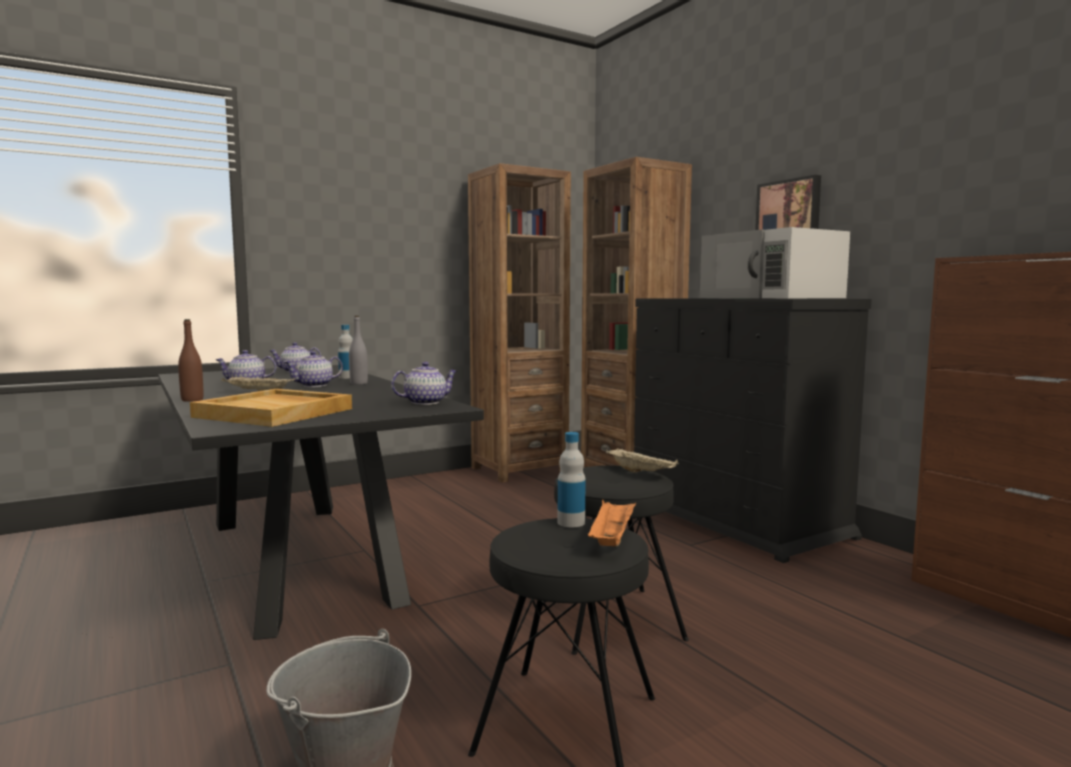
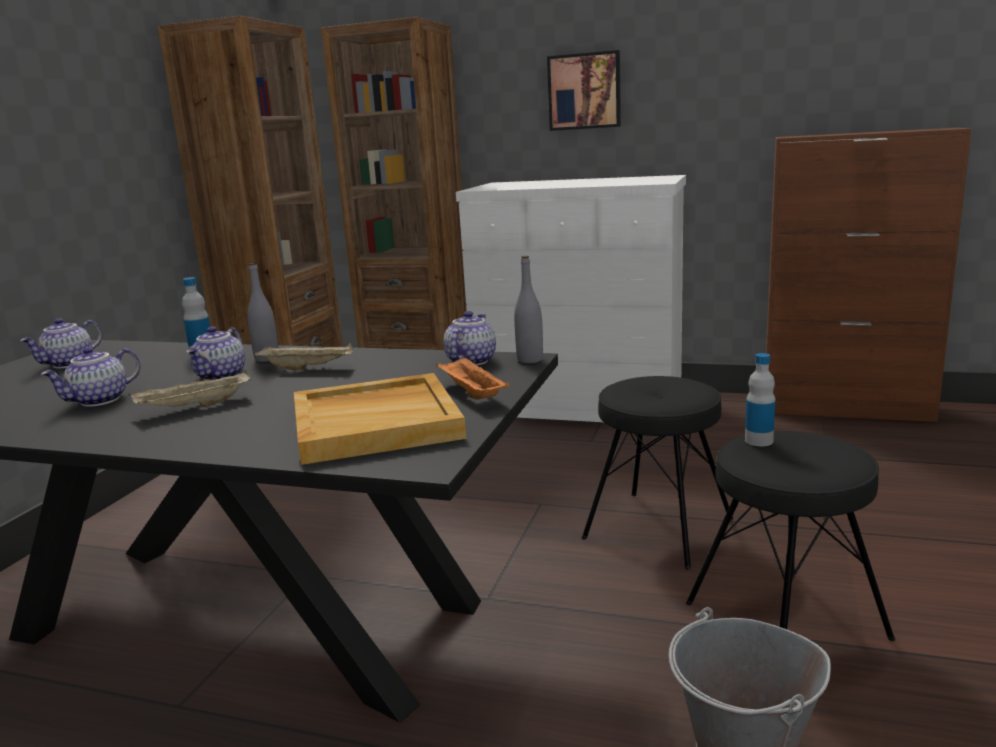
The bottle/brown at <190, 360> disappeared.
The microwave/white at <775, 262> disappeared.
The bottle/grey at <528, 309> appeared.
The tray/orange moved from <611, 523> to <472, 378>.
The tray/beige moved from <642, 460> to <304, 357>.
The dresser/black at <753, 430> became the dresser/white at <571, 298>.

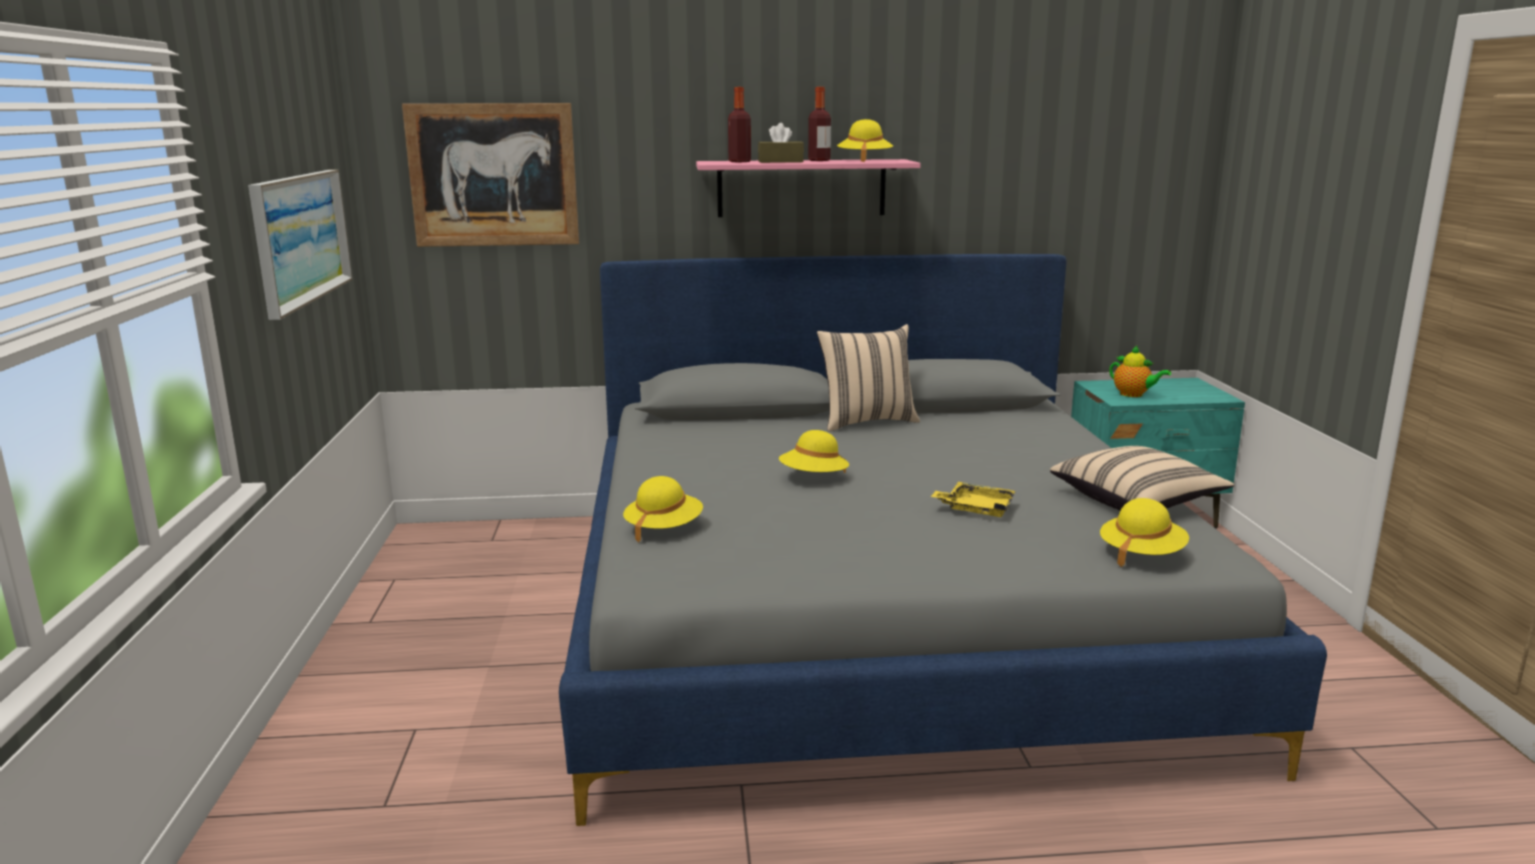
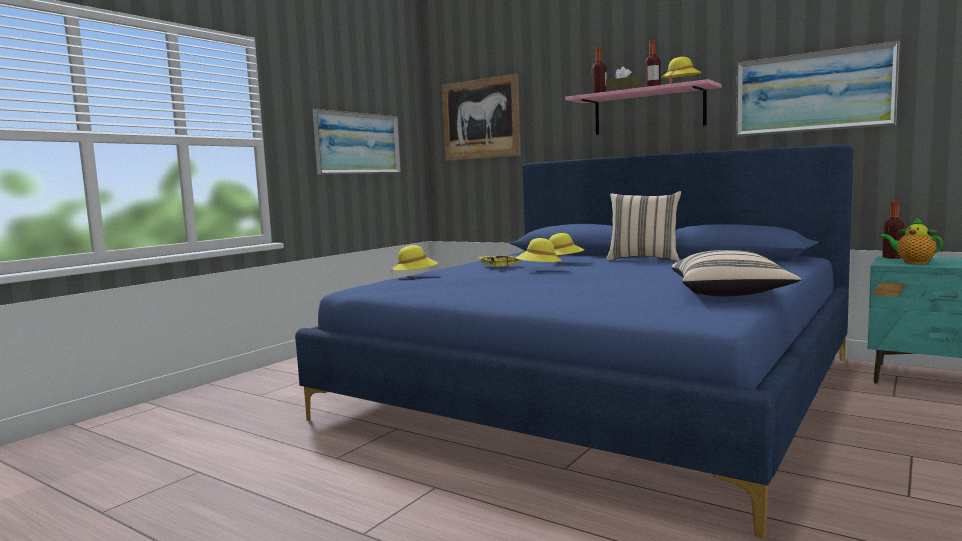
The picture at <818, 88> appeared.
The bottle at <893, 230> appeared.
The tray/yellow moved from <973, 499> to <499, 261>.
The hat/yellow moved from <1144, 532> to <563, 248>.
The bed/grey at <943, 540> became the bed/blue at <574, 341>.
The teapot at <1140, 371> turned 150 degrees clockwise.

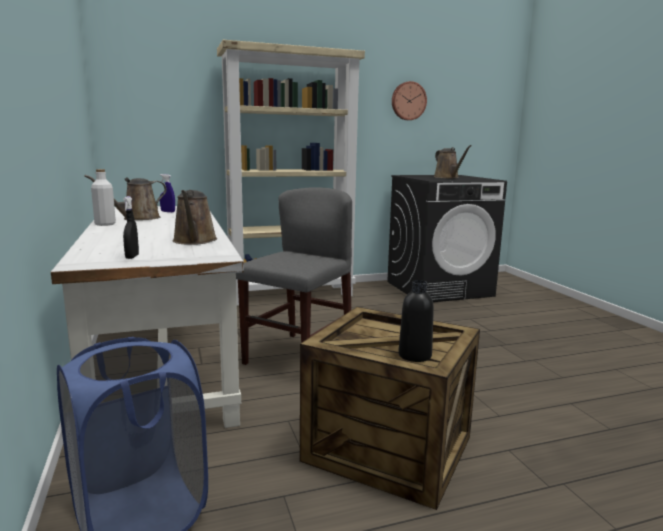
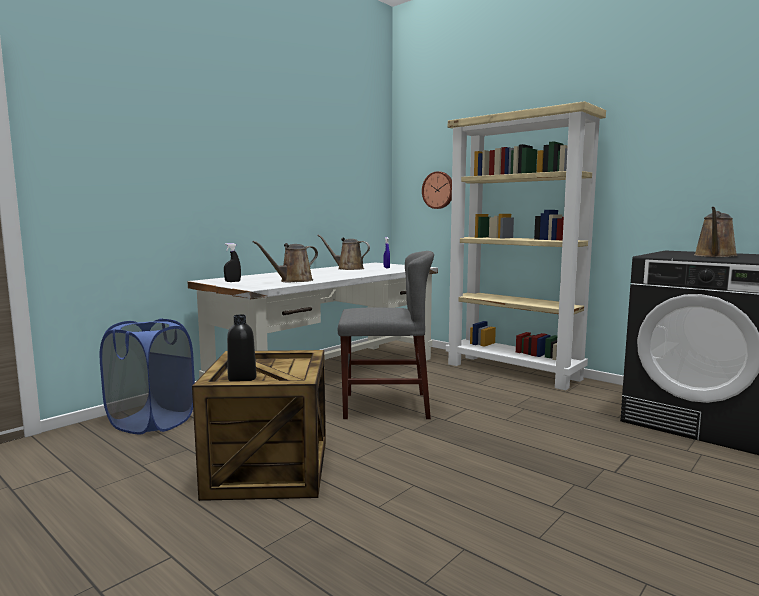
The bottle/white at <103, 197> disappeared.
The wall clock moved from <409, 100> to <437, 190>.

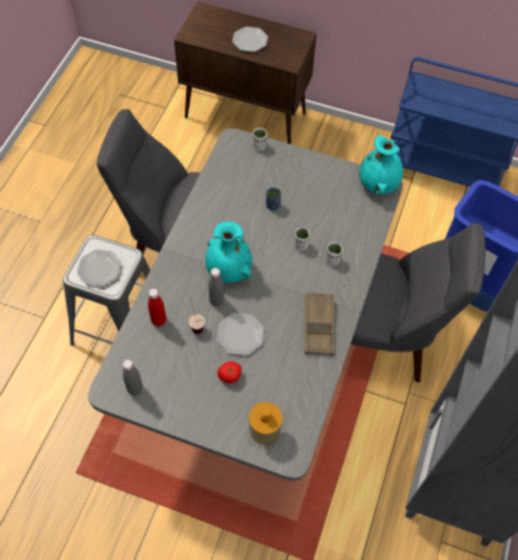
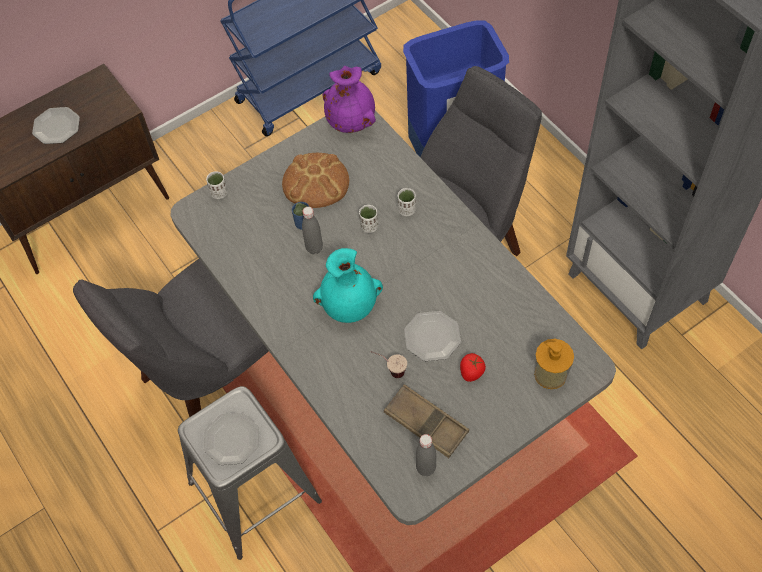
The bottle/red at <157, 307> disappeared.
The bread at <315, 180> appeared.
The bottle/grey moved from <216, 287> to <312, 230>.
The tray/brown moved from <319, 324> to <426, 421>.
The vase/turquoise at <381, 165> became the vase/purple at <349, 99>.

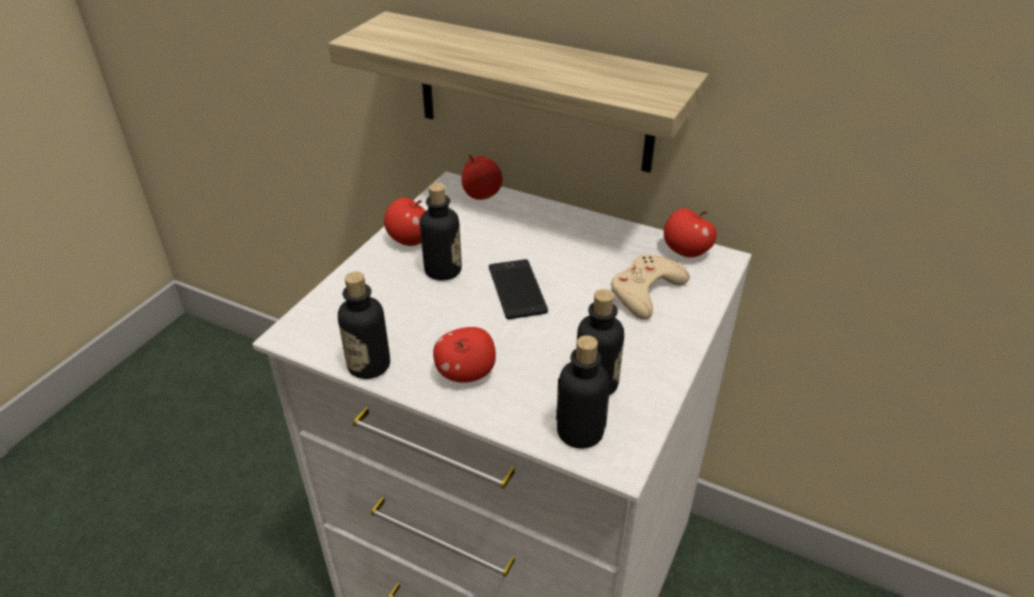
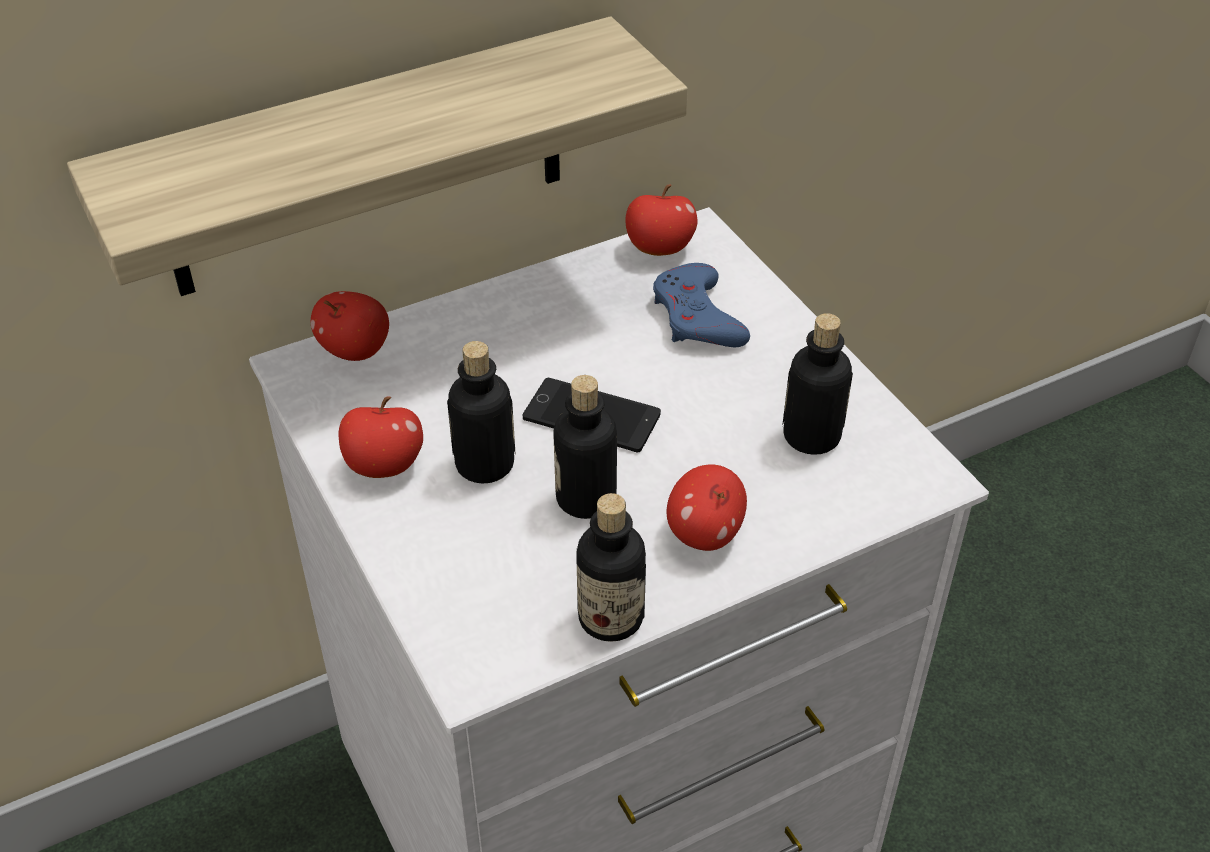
The bottle moved from <583, 392> to <585, 447>.
The game controller/beige at <650, 287> became the game controller/blue at <701, 305>.

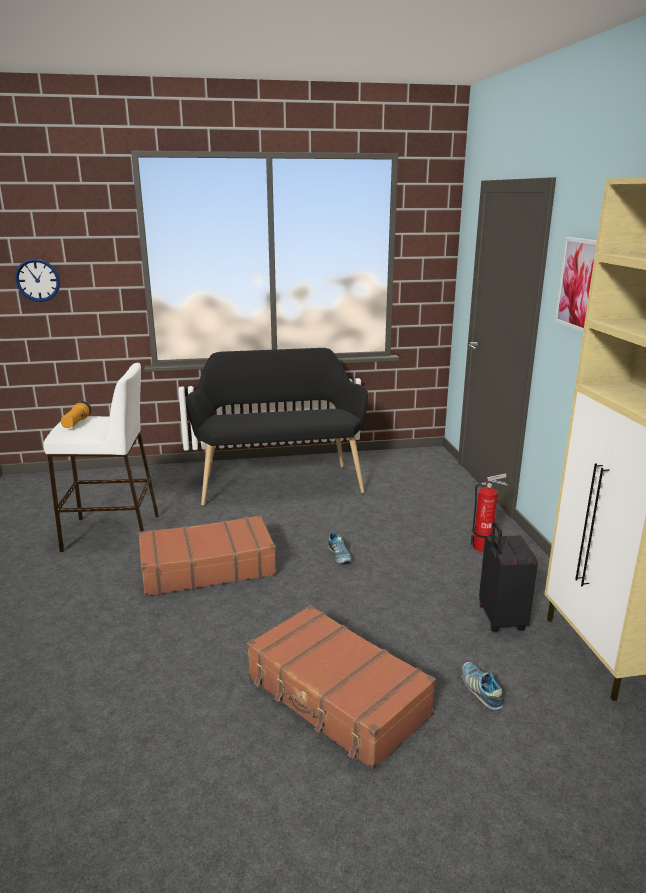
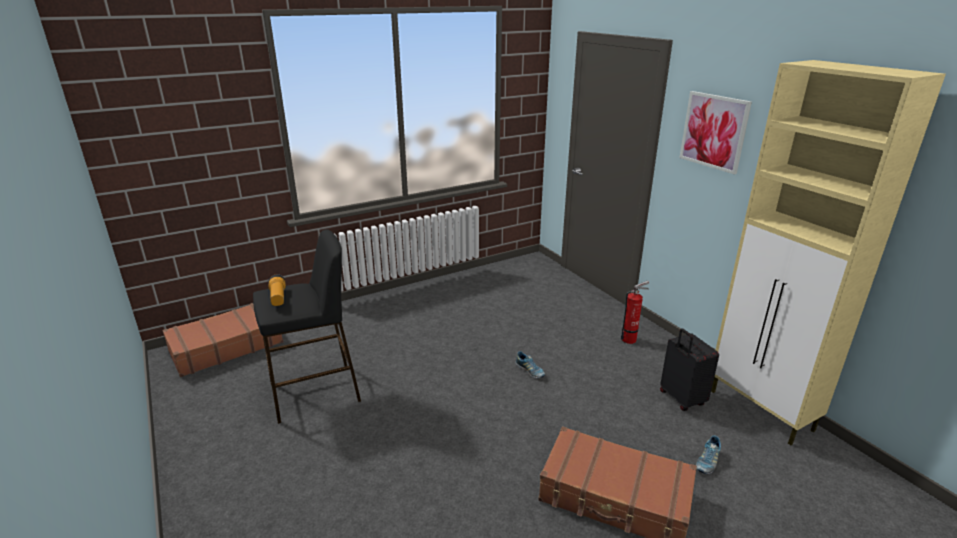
The wall clock at <37, 280> disappeared.
The bench/black at <276, 427> disappeared.
The suitcase/brown moved from <208, 555> to <223, 340>.
The stool/white at <101, 457> became the stool/black at <307, 326>.
The shoe at <482, 686> turned 105 degrees counterclockwise.

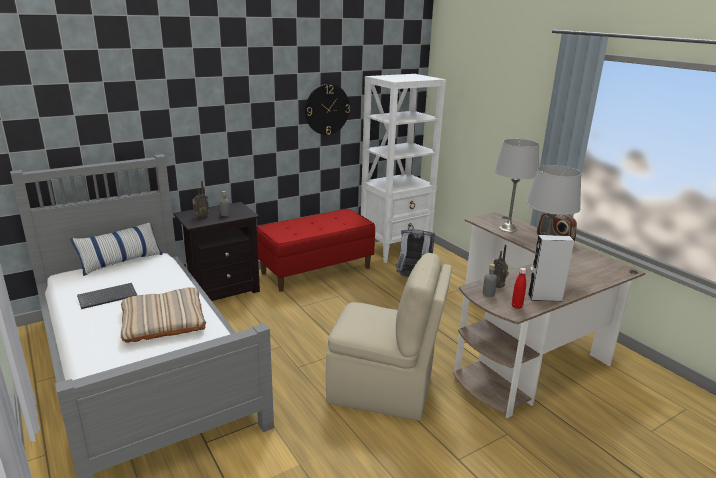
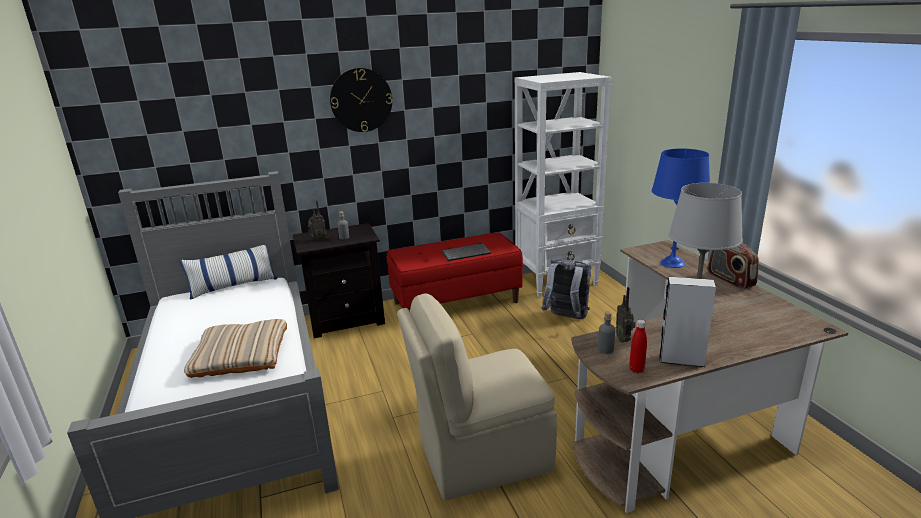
The keyboard moved from <107, 296> to <466, 252>.
The wall clock moved from <327, 109> to <361, 100>.
The table lamp/grey at <517, 185> became the table lamp/blue at <681, 208>.
The chair/beige at <389, 337> turned 135 degrees clockwise.

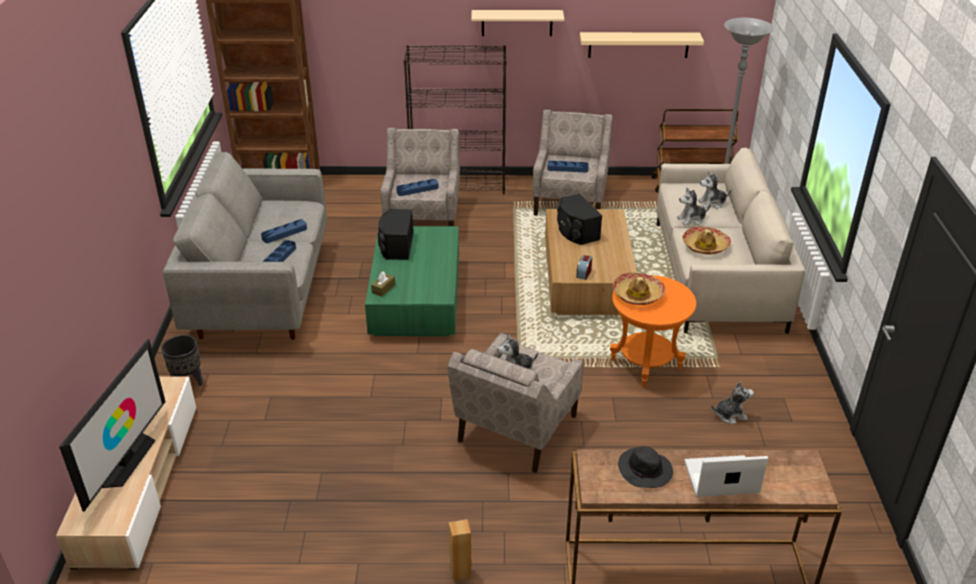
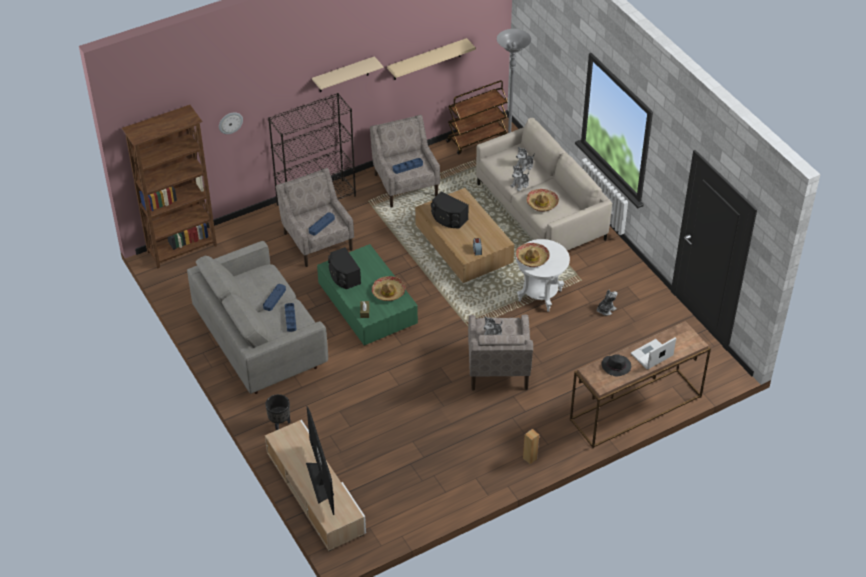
The wall clock at <231, 123> appeared.
The hat at <389, 288> appeared.
The side table/orange at <653, 331> became the side table/white at <543, 275>.

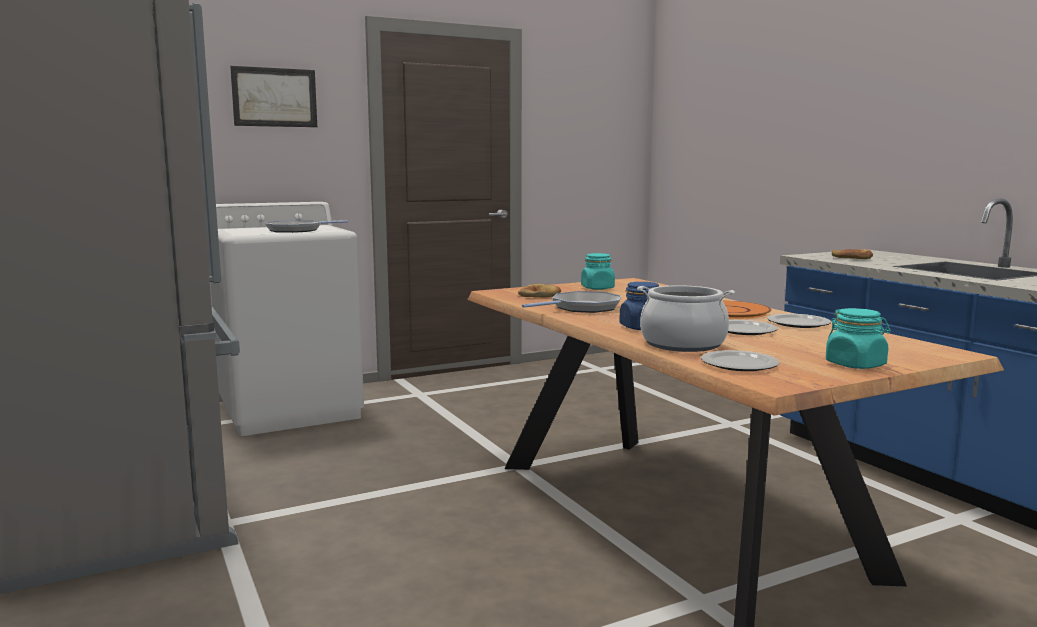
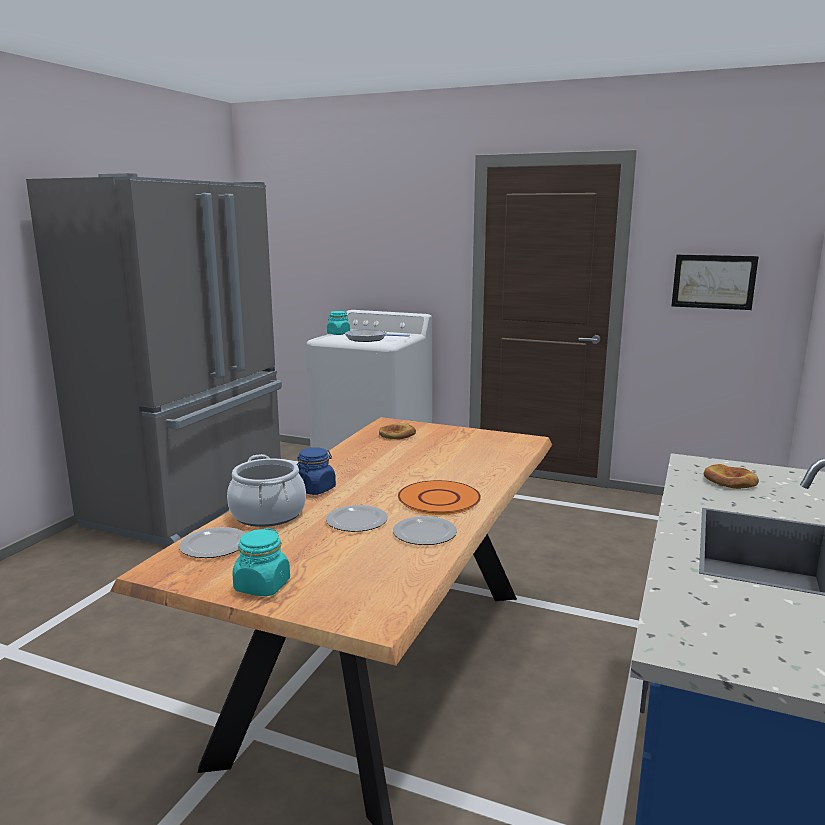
The frying pan at <571, 302> disappeared.
The picture moved from <273, 96> to <715, 282>.
The jar/turquoise moved from <598, 271> to <338, 323>.

